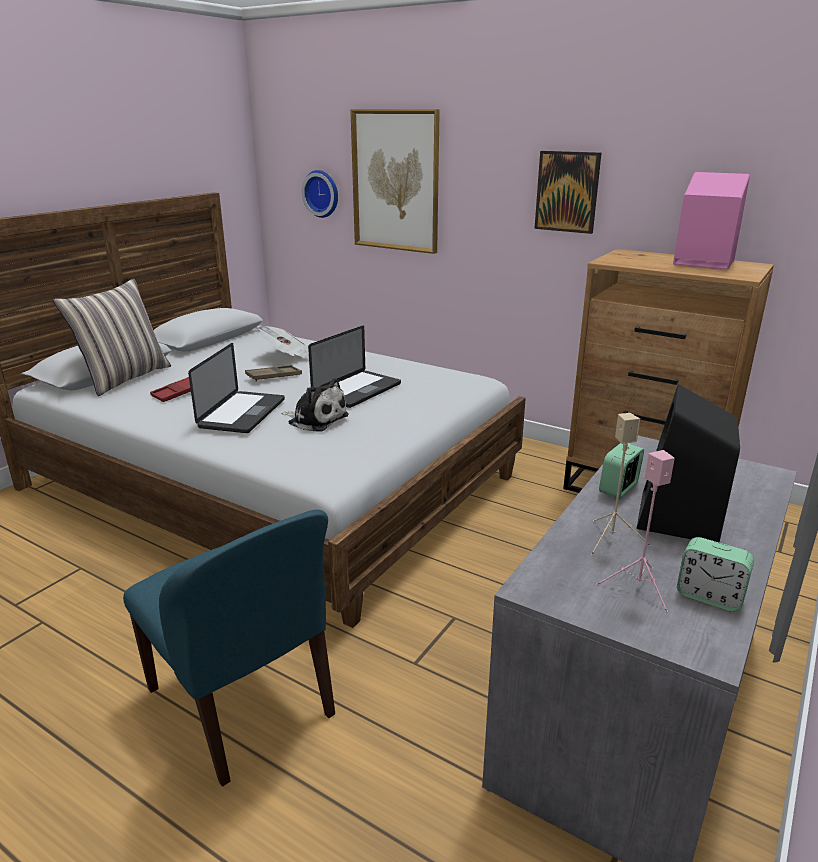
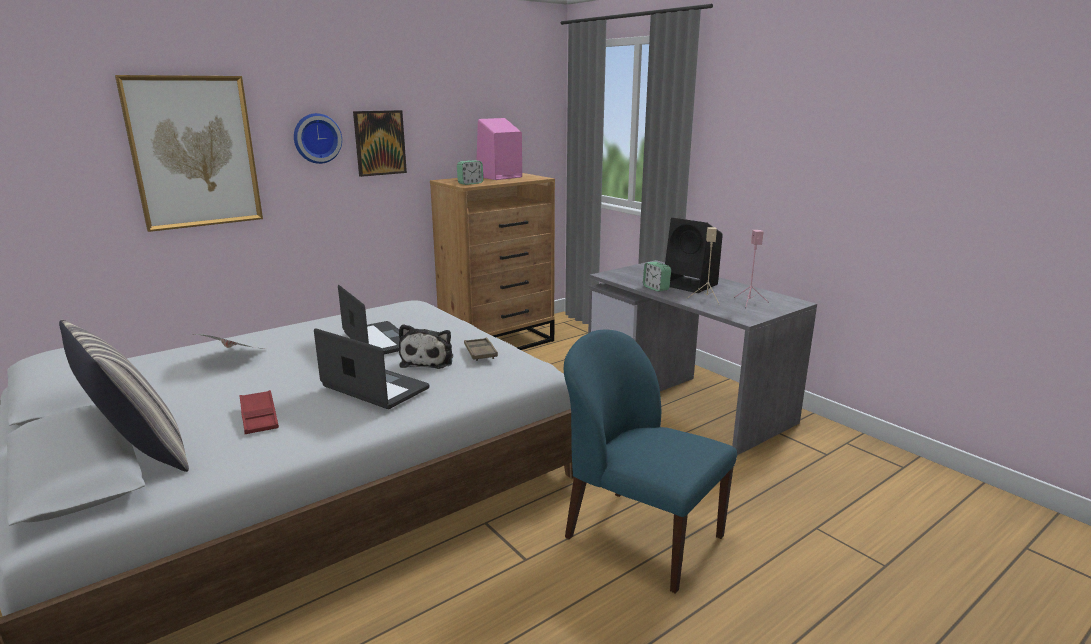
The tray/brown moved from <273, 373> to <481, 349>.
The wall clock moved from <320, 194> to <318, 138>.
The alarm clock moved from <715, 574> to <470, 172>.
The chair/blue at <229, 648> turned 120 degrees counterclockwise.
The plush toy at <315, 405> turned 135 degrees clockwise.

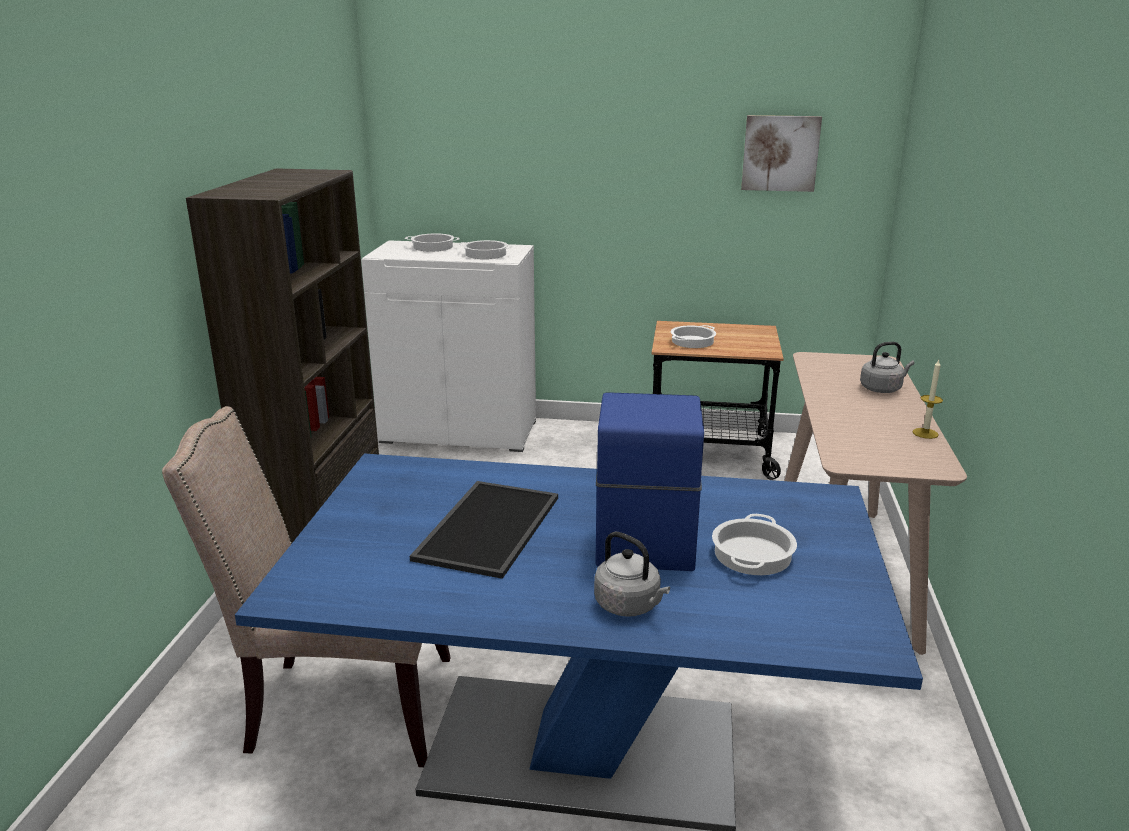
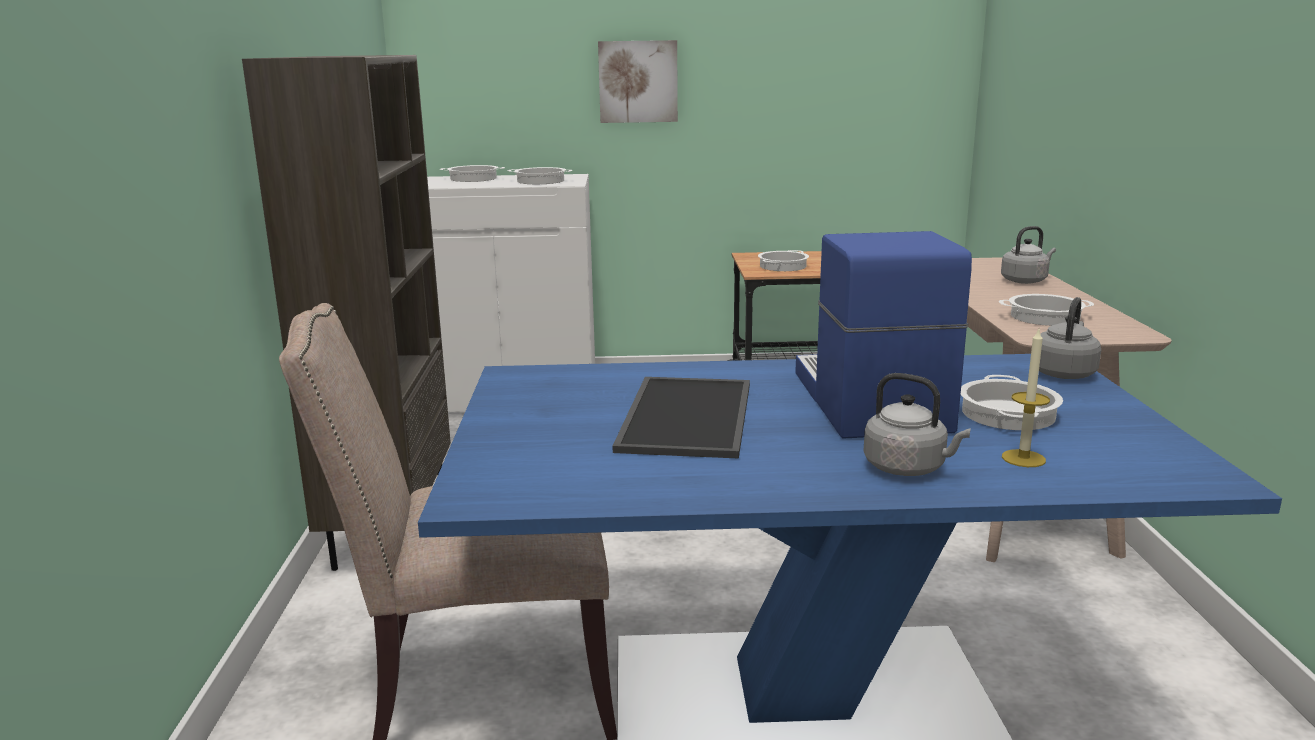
The cooking pot at <1046, 310> appeared.
The kettle/grey at <1070, 338> appeared.
The picture moved from <781, 153> to <638, 81>.
The candle moved from <928, 399> to <1026, 398>.

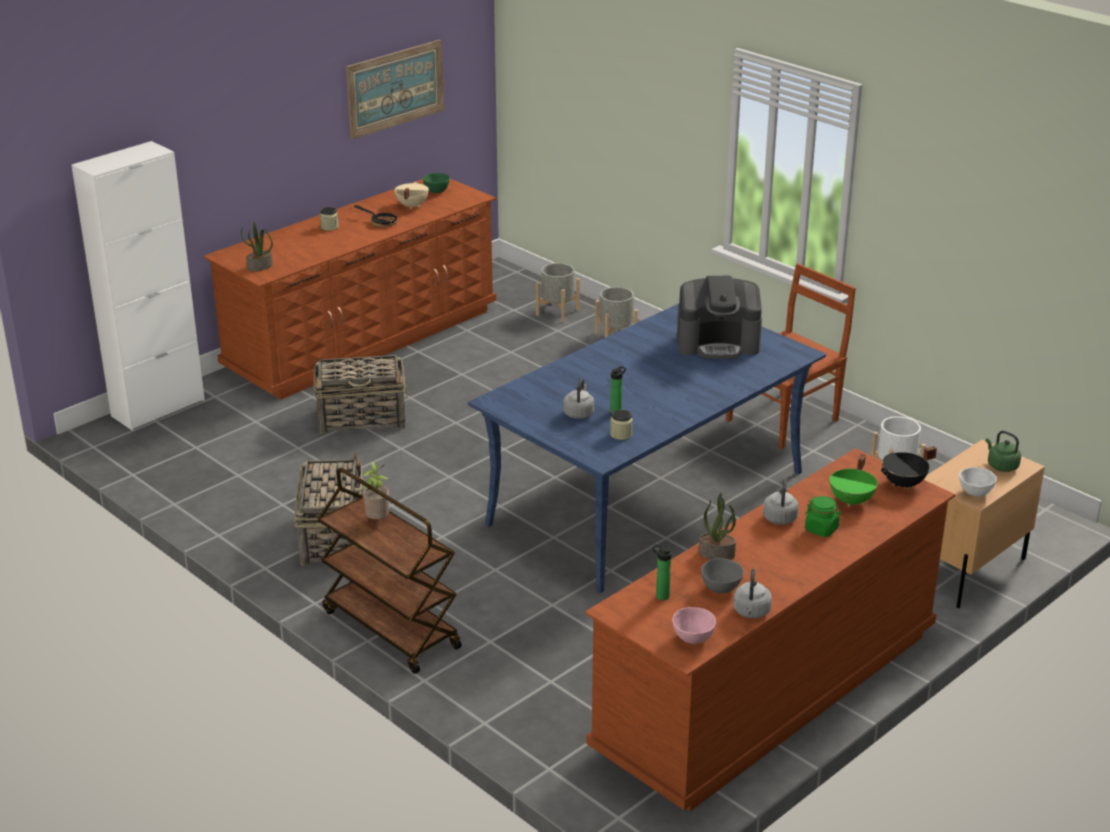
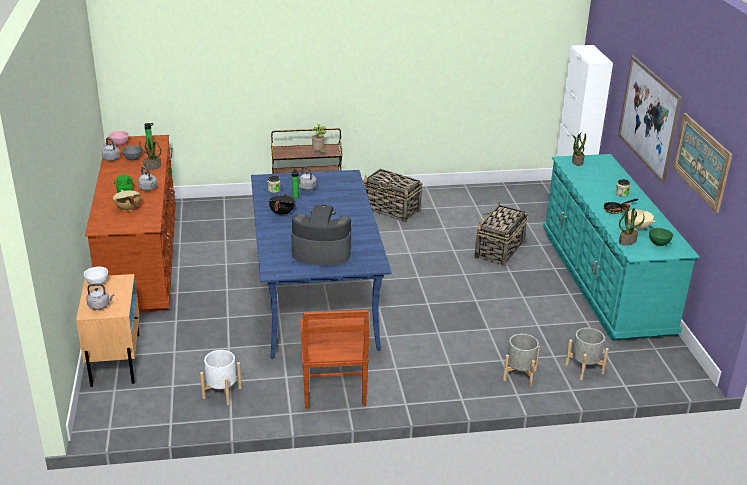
The picture at <650, 119> appeared.
The potted plant at <631, 226> appeared.
The cooking pot/black moved from <908, 468> to <282, 205>.
The dresser/brown at <349, 289> became the dresser/turquoise at <621, 247>.
The cooking pot/green at <853, 480> became the cooking pot/beige at <127, 200>.
The kettle/green at <1003, 451> became the kettle/grey at <100, 297>.
The coffee machine at <719, 317> turned 60 degrees clockwise.

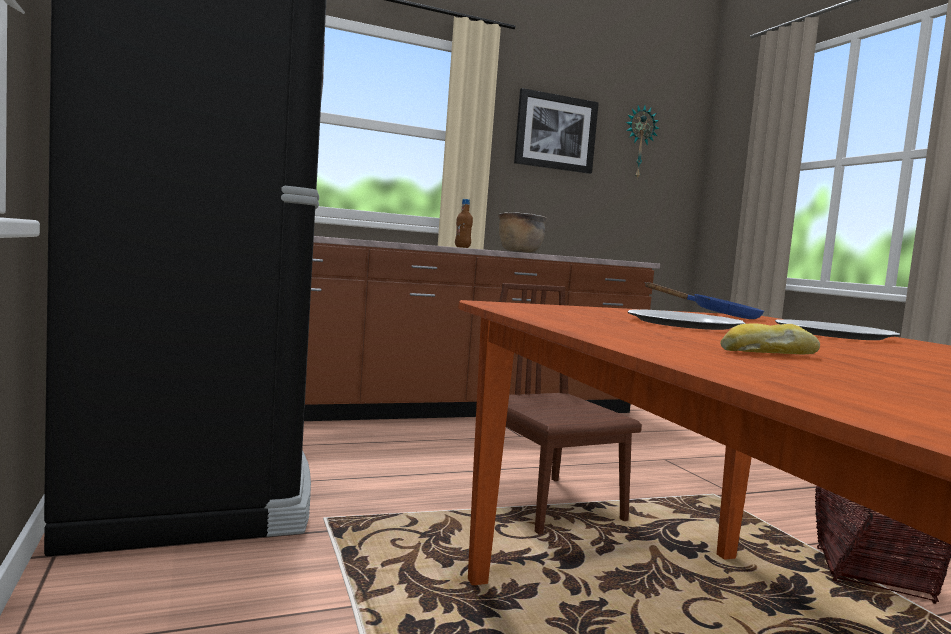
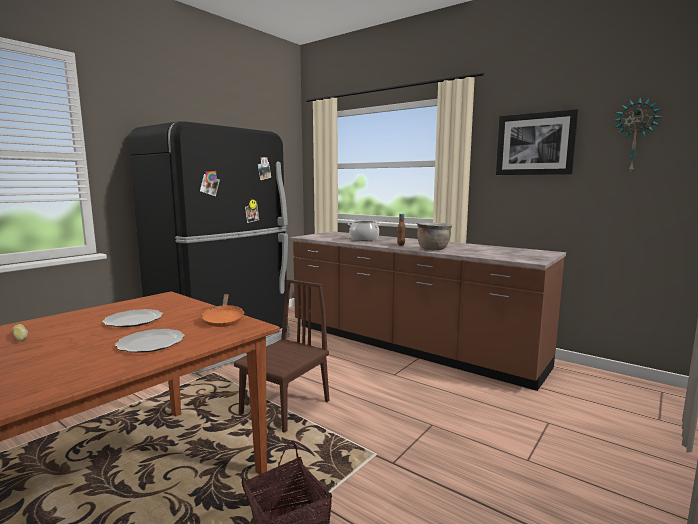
The cooking pot at <364, 230> appeared.
The frying pan/blue at <704, 300> became the frying pan/orange at <222, 310>.

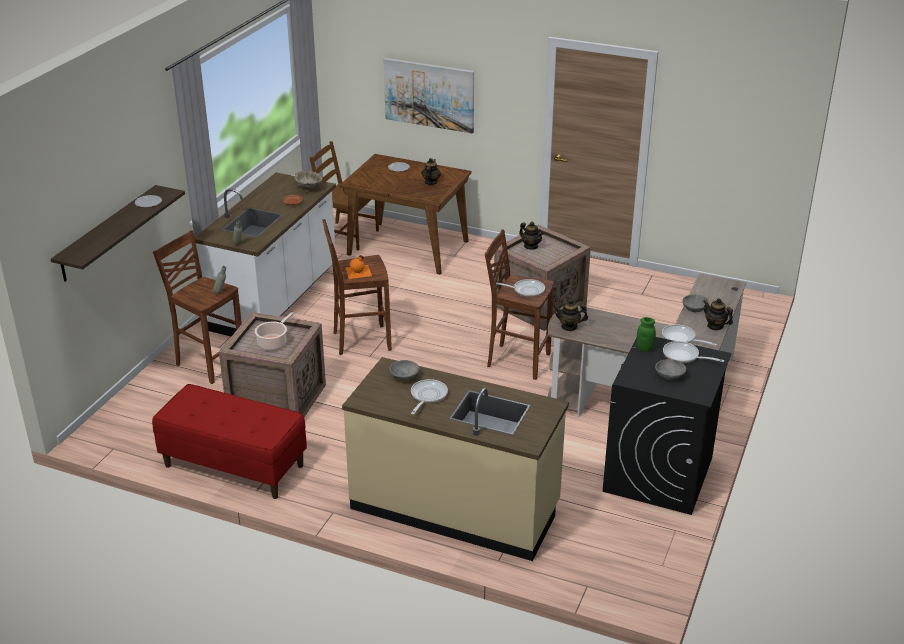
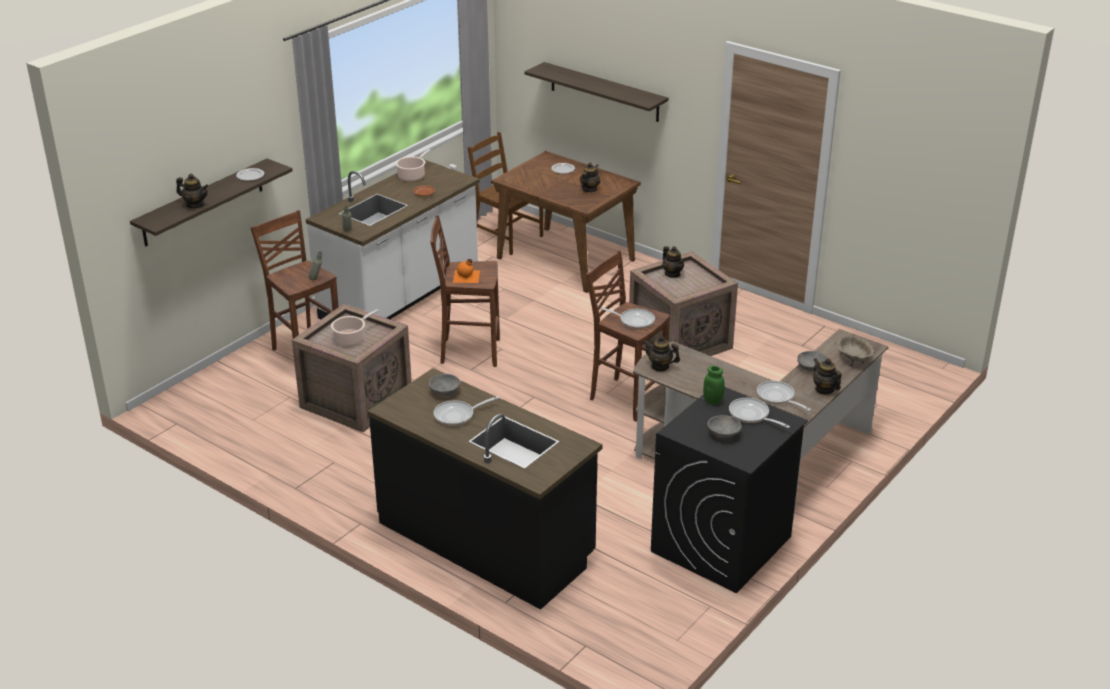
The bench/red at <229, 441> disappeared.
The teapot at <192, 191> appeared.
The cooking pot at <413, 165> appeared.
The bowl/beige moved from <308, 181> to <855, 351>.
The picture at <428, 95> was replaced by the shelf at <596, 92>.
The counter/beige at <455, 459> became the counter/black at <485, 489>.
The frying pan at <429, 397> turned 150 degrees counterclockwise.

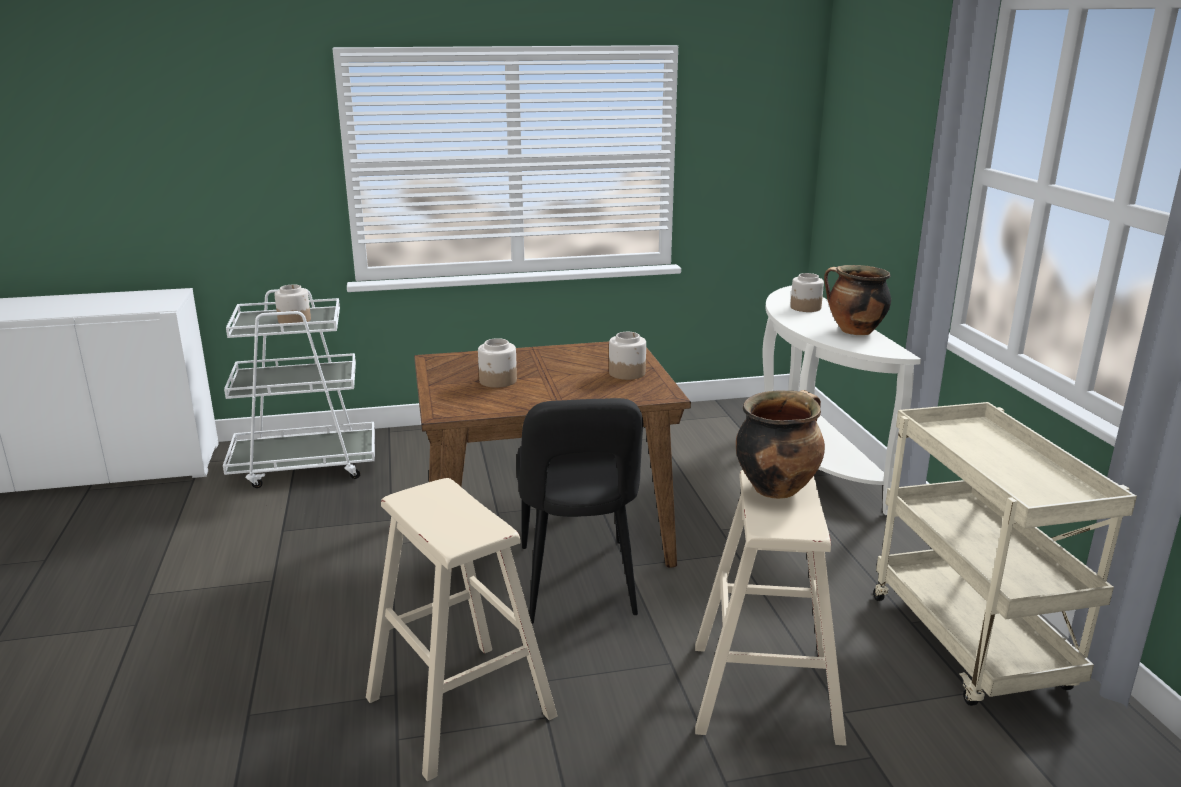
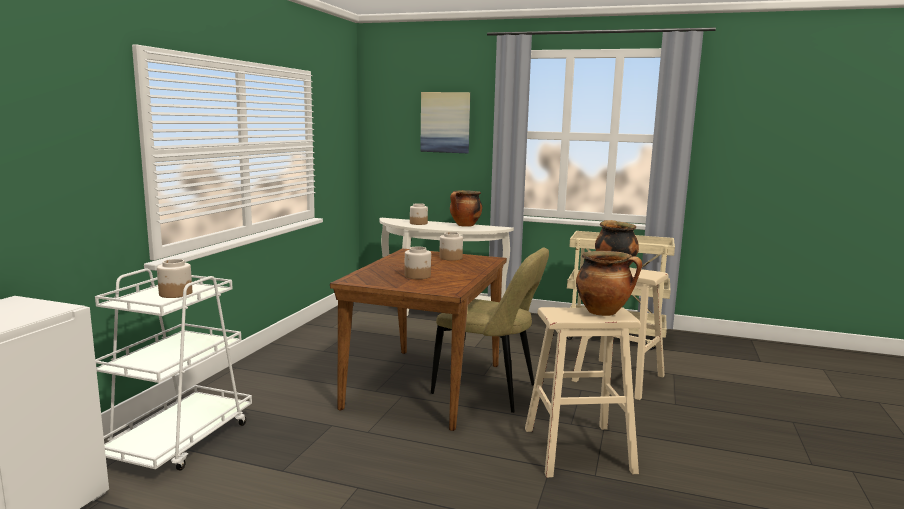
The picture at <445, 122> appeared.
The cooking pot at <609, 283> appeared.
The chair/black at <579, 511> became the chair/beige at <490, 330>.

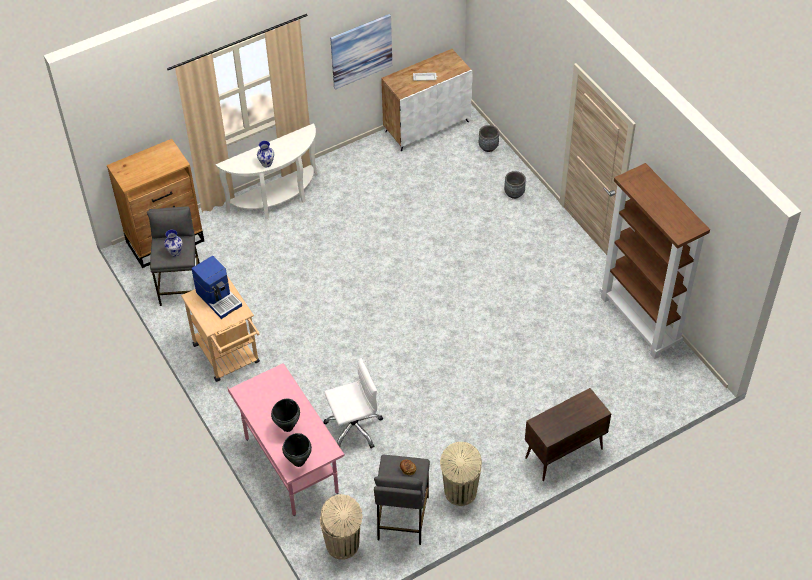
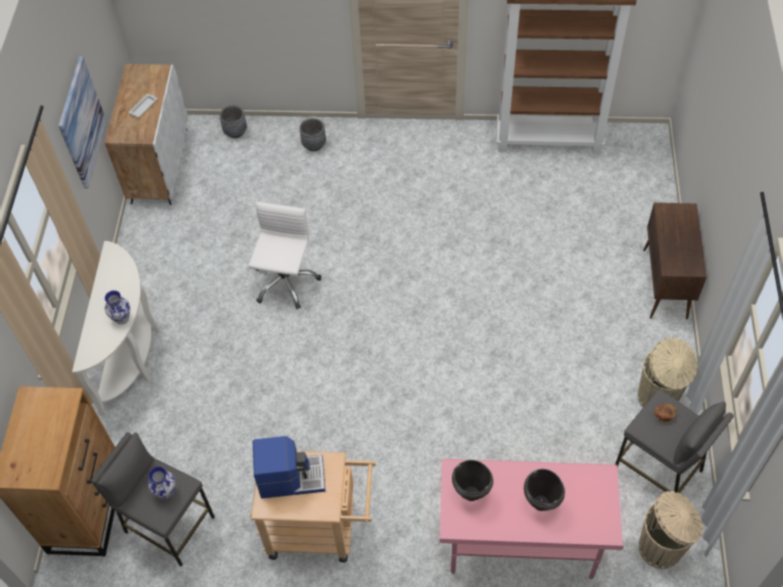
The cooking pot/black moved from <297, 450> to <472, 480>.
The office chair/white moved from <353, 403> to <284, 255>.

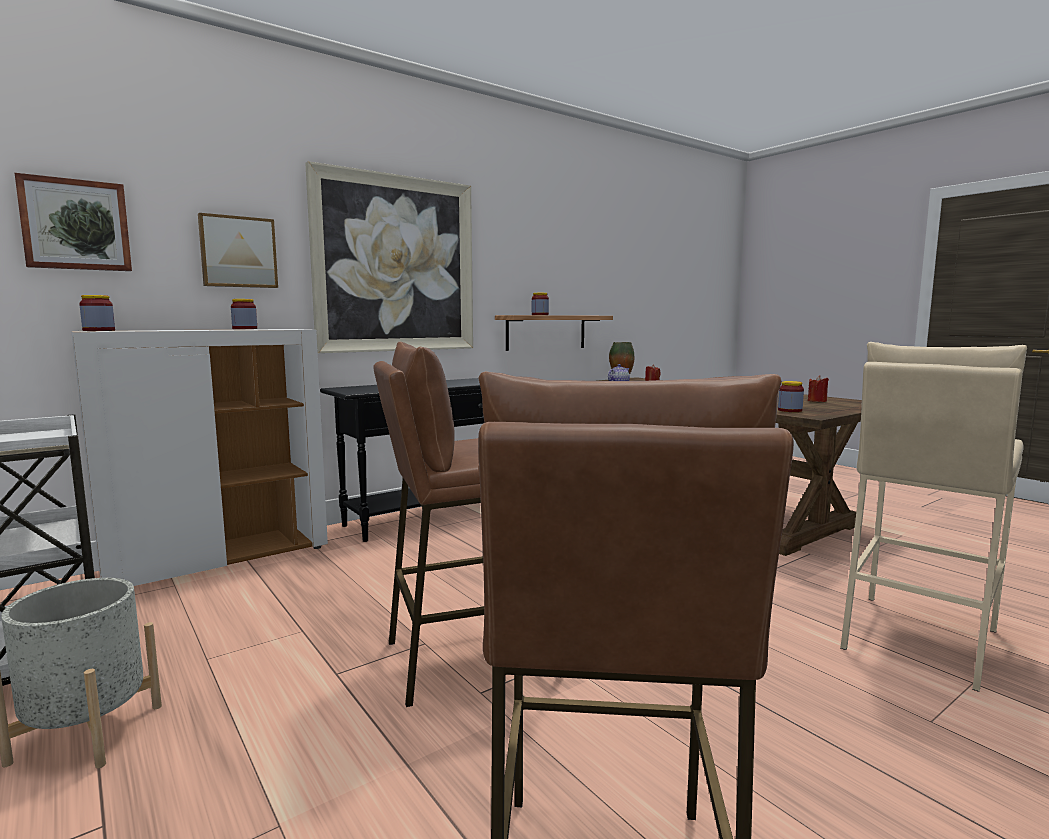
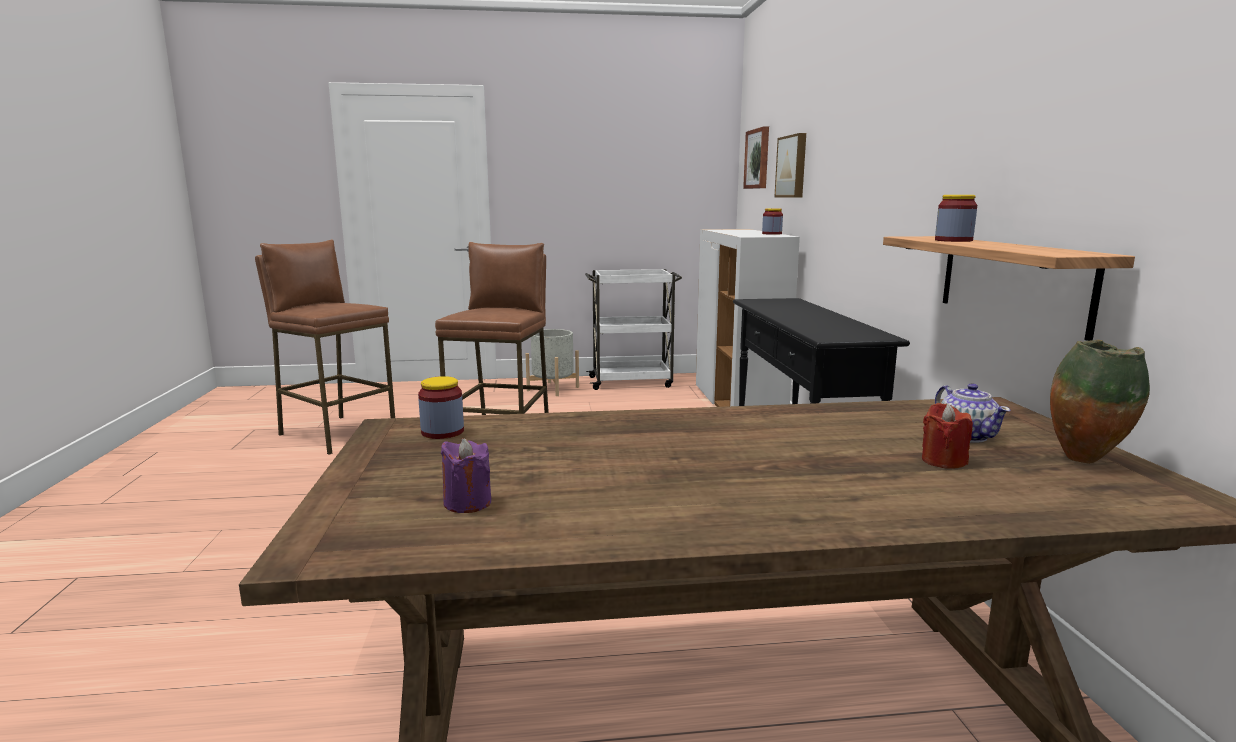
The jar at <97, 313> disappeared.
The picture at <389, 257> disappeared.
The stool/beige at <933, 517> disappeared.
The candle/red at <818, 388> became the candle/purple at <466, 475>.

